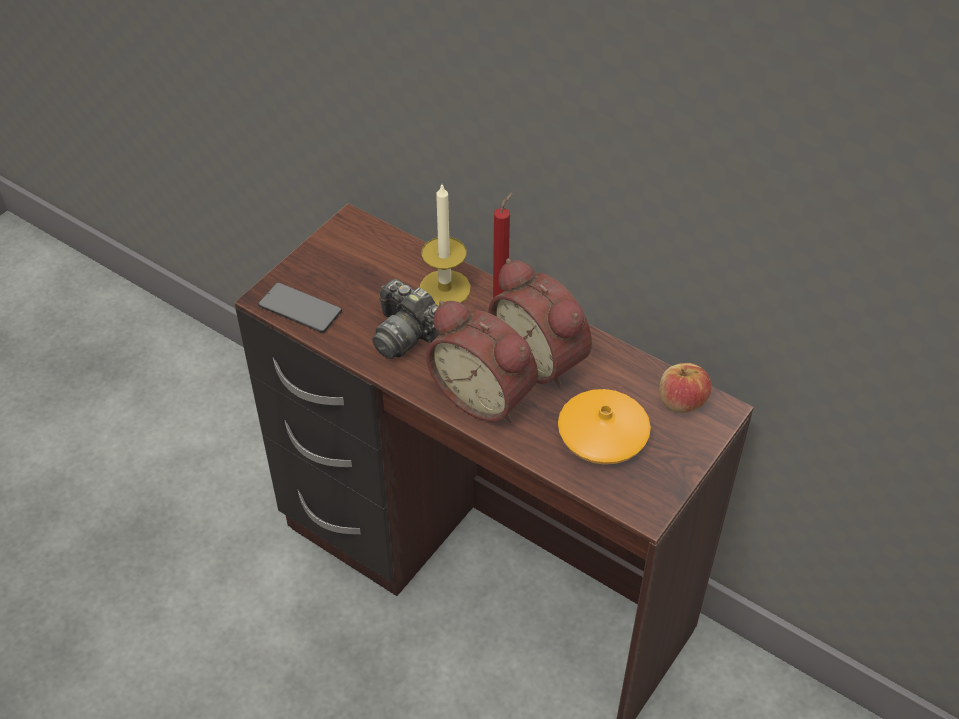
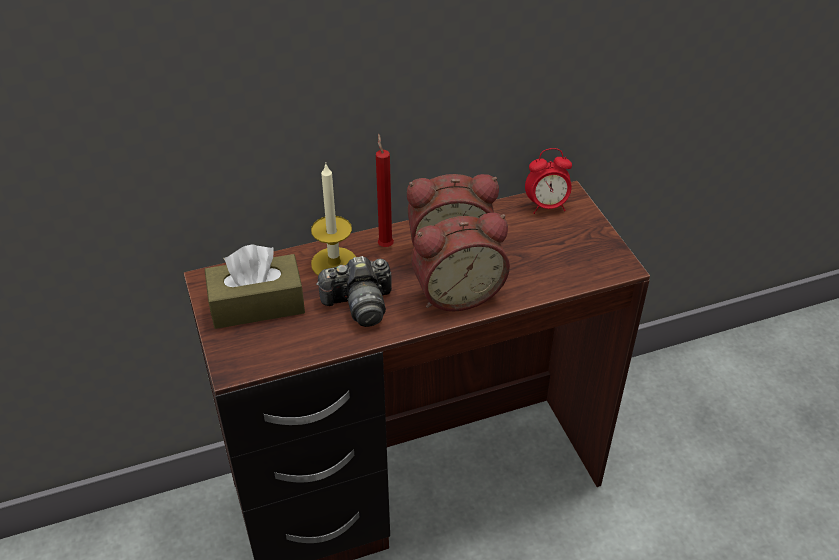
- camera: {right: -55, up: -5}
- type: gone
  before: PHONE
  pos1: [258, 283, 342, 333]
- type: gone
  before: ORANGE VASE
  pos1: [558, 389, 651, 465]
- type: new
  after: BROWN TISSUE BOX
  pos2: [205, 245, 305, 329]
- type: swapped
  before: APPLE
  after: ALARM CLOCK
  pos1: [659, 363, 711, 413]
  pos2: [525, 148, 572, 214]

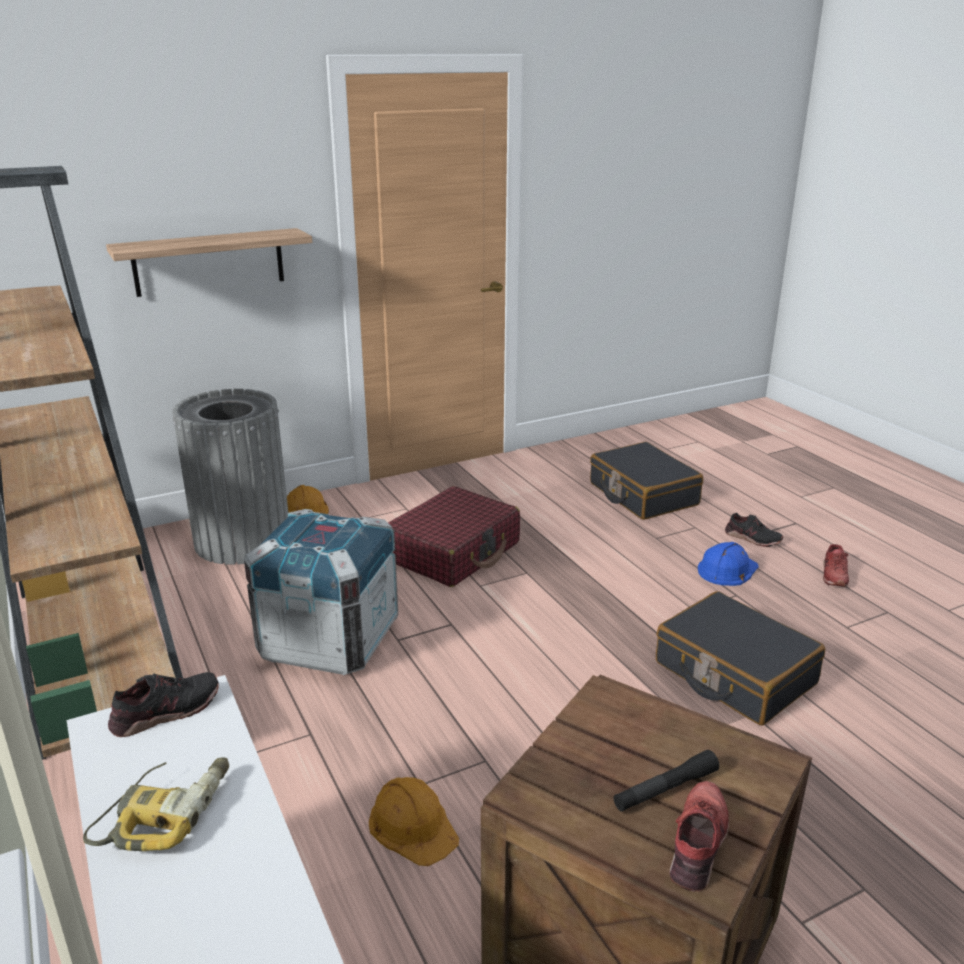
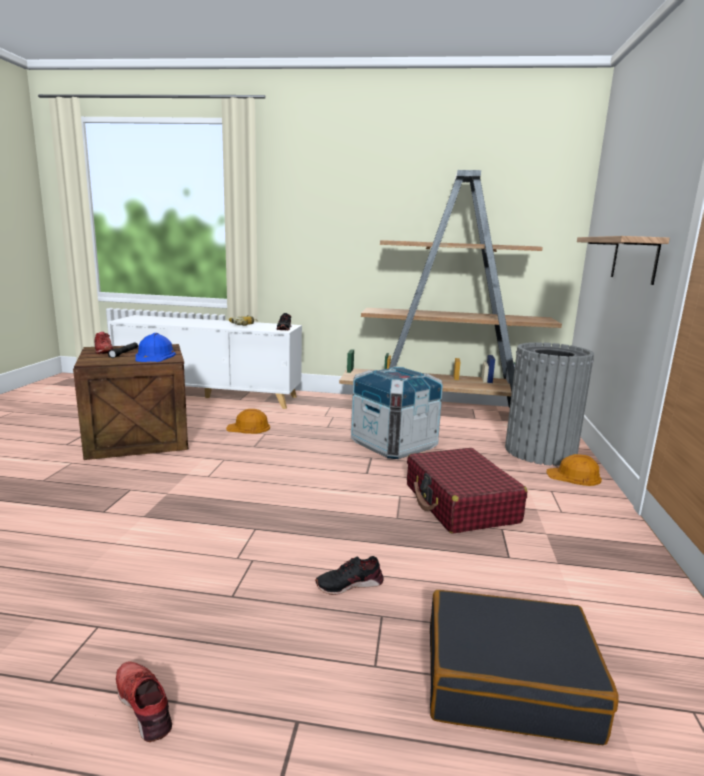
- camera: {right: 125, up: -10}
- type: gone
  before: BLACK SUITCASE
  pos1: [656, 591, 825, 725]
- type: shifted
  before: BLUE HARD HAT
  pos1: [698, 542, 759, 586]
  pos2: [135, 333, 176, 362]
- type: shifted
  before: BLACK SHOE
  pos1: [725, 513, 783, 547]
  pos2: [315, 556, 384, 595]

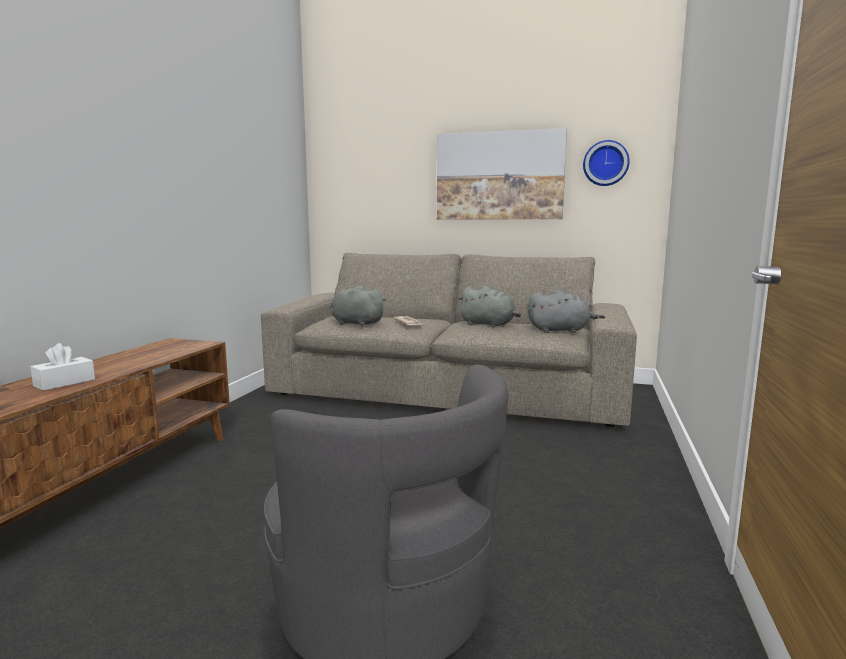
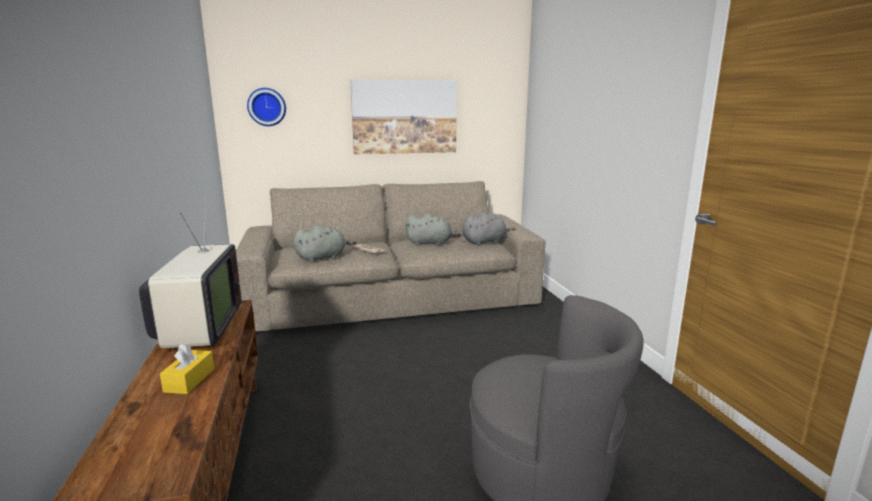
- camera: {right: -30, up: 5}
- type: new
  after: TELEVISION
  pos2: [139, 194, 242, 352]
- type: shifted
  before: WALL CLOCK
  pos1: [583, 140, 630, 186]
  pos2: [247, 88, 286, 126]
- type: repainted
  before: WHITE TISSUE BOX
  after: YELLOW TISSUE BOX
  pos1: [30, 343, 95, 391]
  pos2: [160, 343, 214, 394]
- type: rotated
  before: GREY PLUSH TOY
  pos1: [330, 285, 387, 326]
  pos2: [293, 225, 357, 262]
  turn: 150

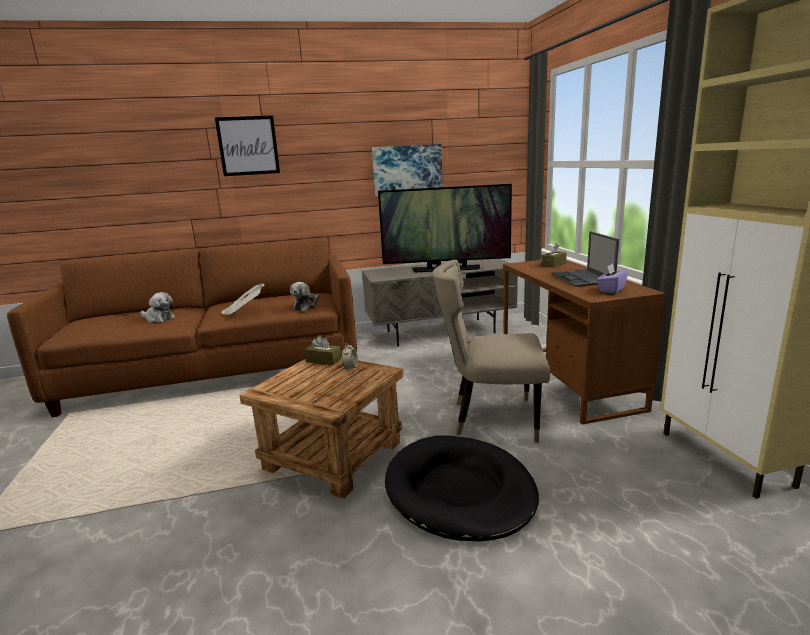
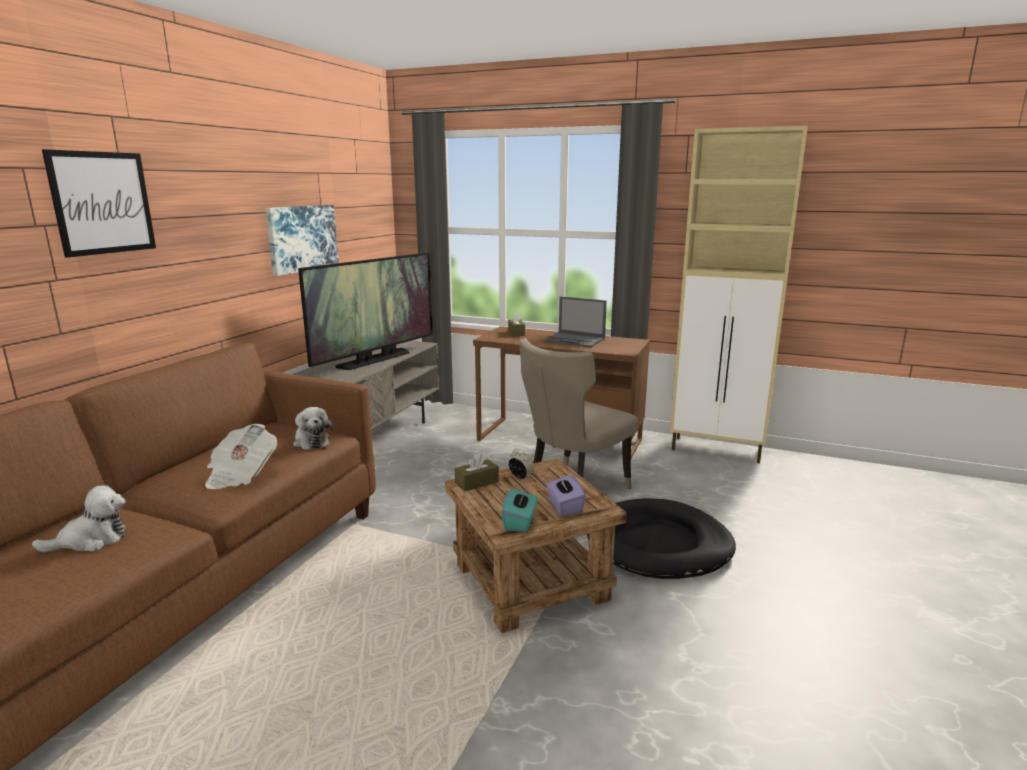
- camera: {right: -55, up: 0}
- type: new
  after: TURQUOISE TISSUE BOX
  pos2: [501, 486, 538, 532]
- type: shifted
  before: PURPLE TISSUE BOX
  pos1: [597, 264, 628, 294]
  pos2: [546, 474, 586, 516]

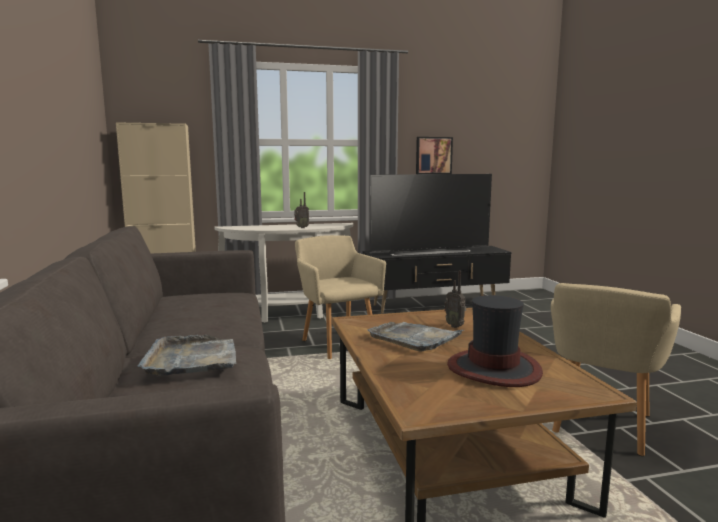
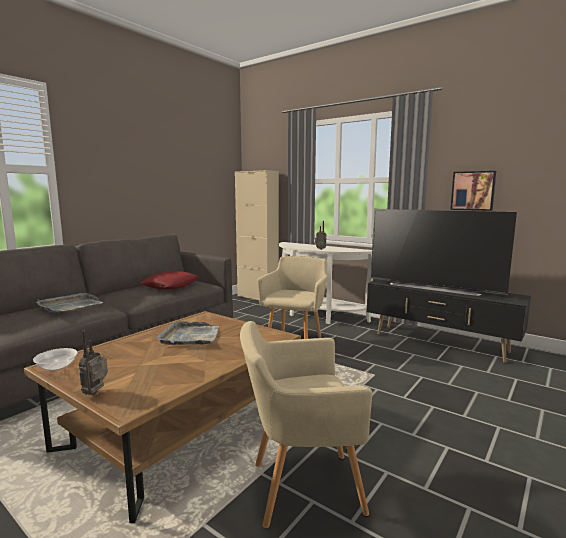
- camera: {right: 50, up: 0}
- type: gone
  before: HAT
  pos1: [447, 295, 543, 387]
- type: new
  after: BOWL
  pos2: [33, 348, 78, 371]
- type: new
  after: RED PILLOW
  pos2: [140, 271, 199, 289]
- type: shifted
  before: RADIO
  pos1: [445, 271, 466, 328]
  pos2: [79, 330, 108, 395]

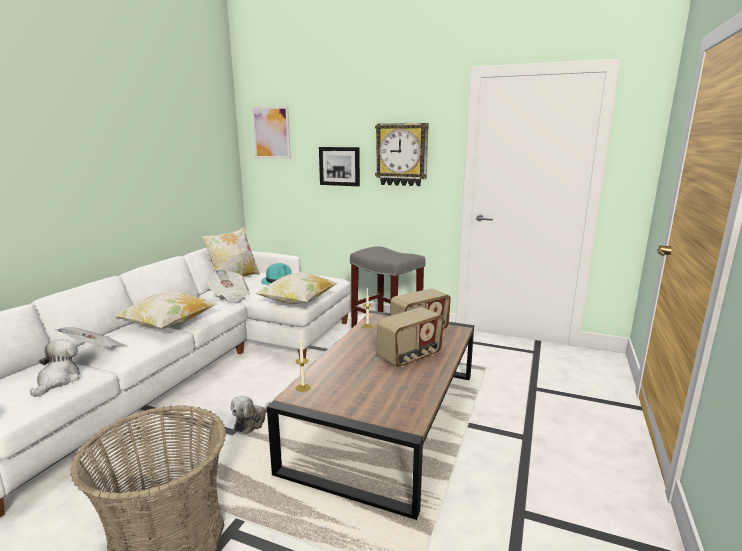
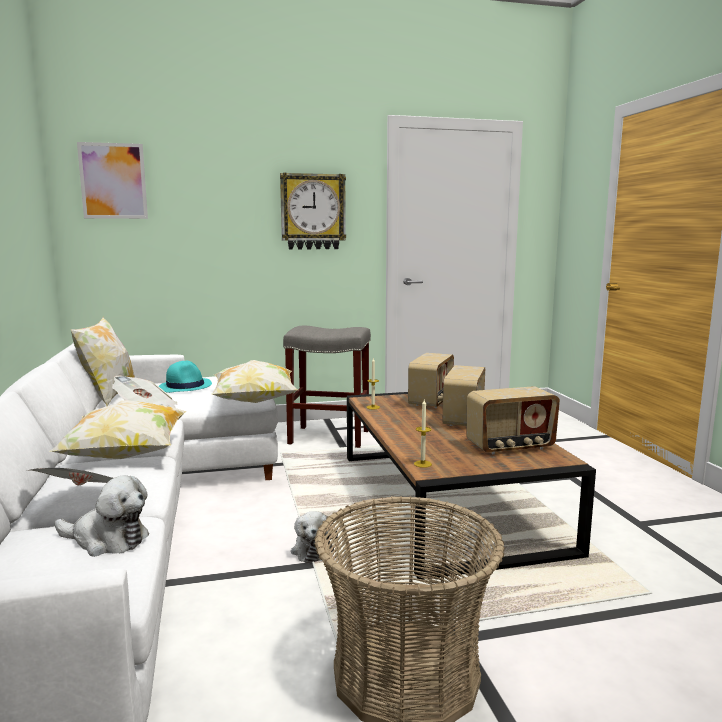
- camera: {right: -35, up: -5}
- type: gone
  before: PICTURE
  pos1: [319, 147, 360, 186]
- type: new
  after: RADIO
  pos2: [467, 386, 560, 455]
- type: rotated
  before: PLUSH TOY
  pos1: [30, 339, 80, 397]
  pos2: [55, 475, 149, 557]
  turn: 135

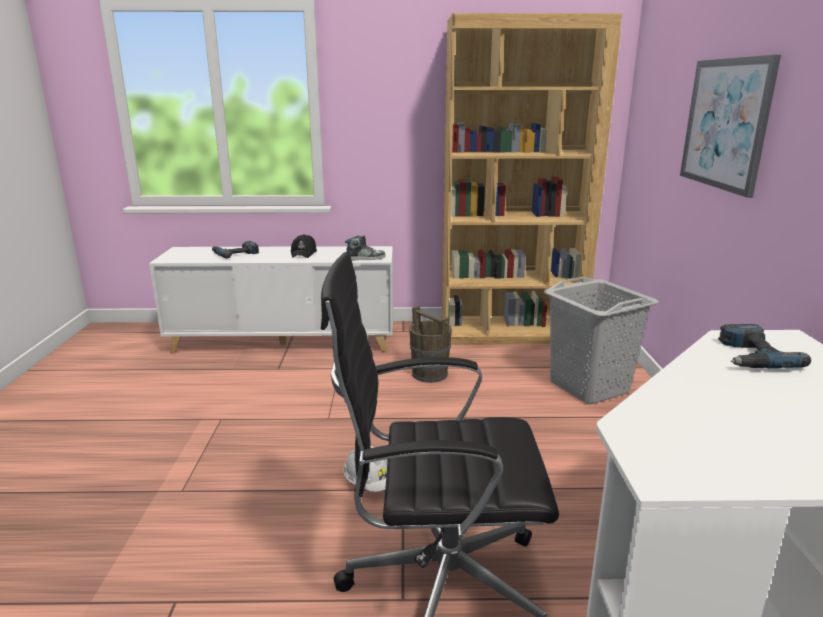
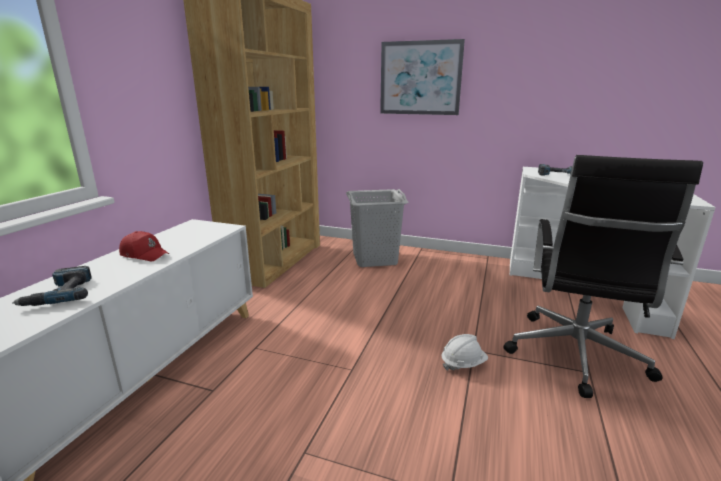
- camera: {right: -70, up: 0}
- type: gone
  before: SHOE
  pos1: [345, 236, 385, 261]
- type: gone
  before: BROWN BUCKET
  pos1: [409, 306, 452, 383]
- type: repainted
  before: BLACK CAP
  after: RED CAP
  pos1: [291, 234, 317, 258]
  pos2: [119, 231, 169, 262]

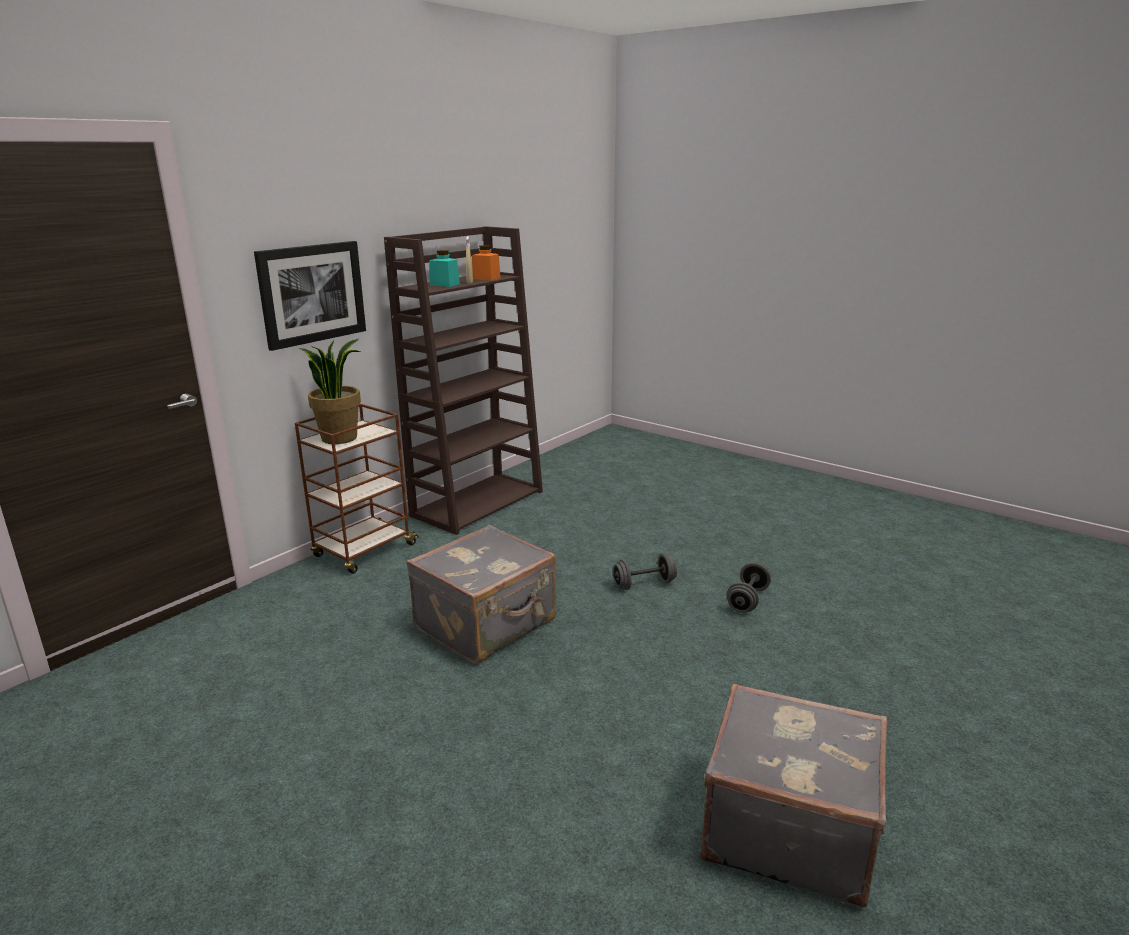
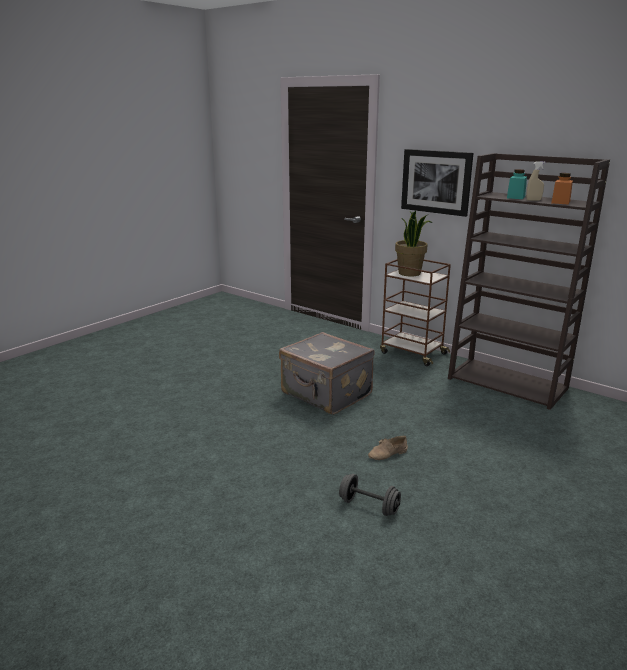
- camera: {right: 90, up: 0}
- type: gone
  before: GREY SUITCASE
  pos1: [700, 683, 887, 907]
- type: swapped
  before: GREY DUMBBELL
  after: BEIGE SHOE
  pos1: [613, 553, 677, 590]
  pos2: [368, 436, 408, 460]

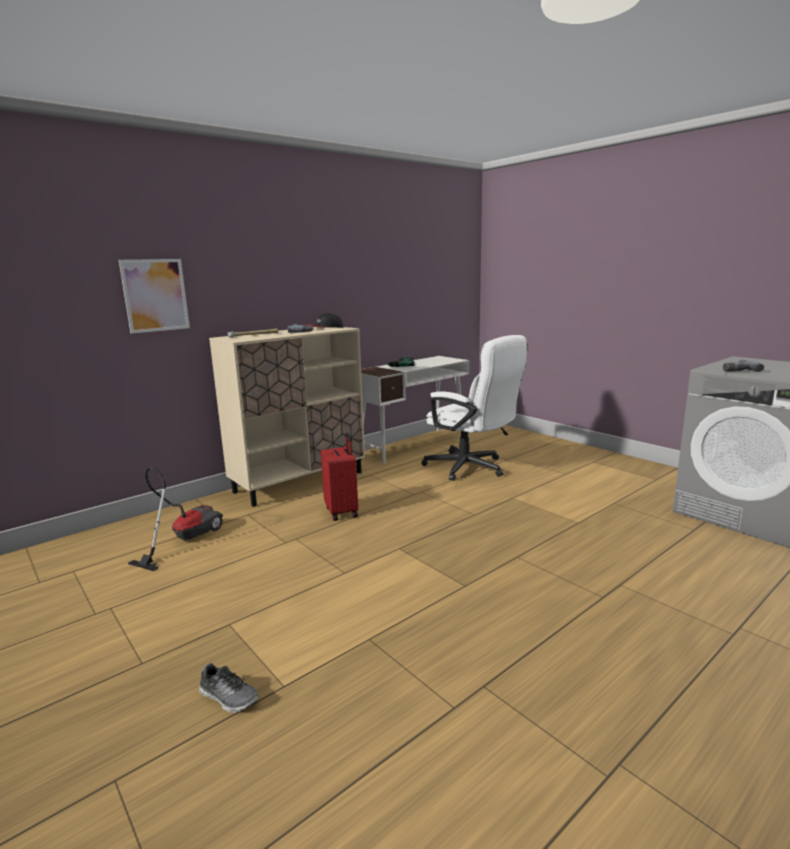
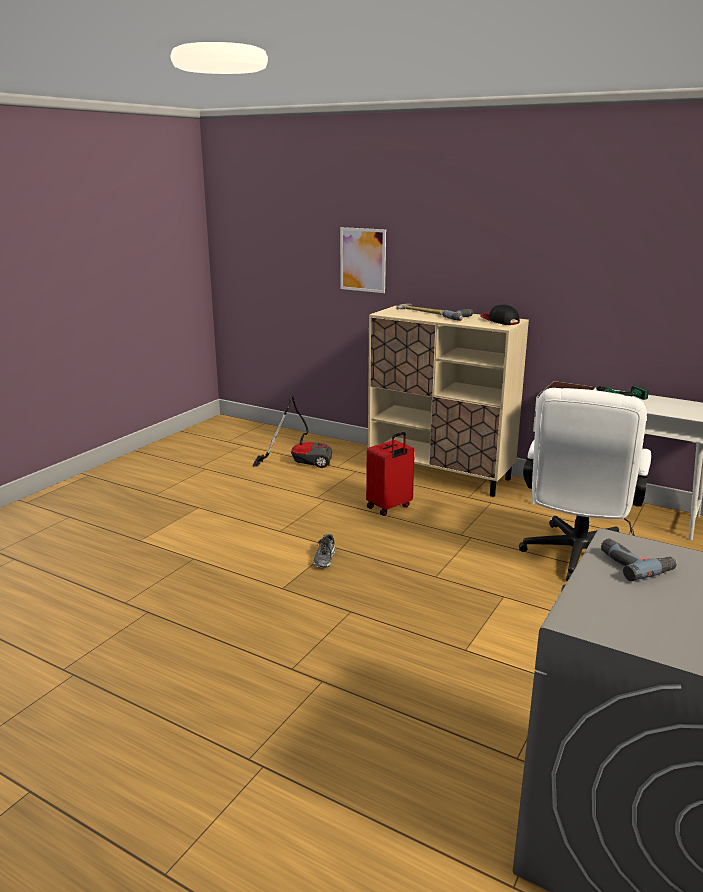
- camera: {right: 70, up: 5}
- type: shifted
  before: SHOE
  pos1: [199, 663, 259, 713]
  pos2: [313, 534, 335, 568]

